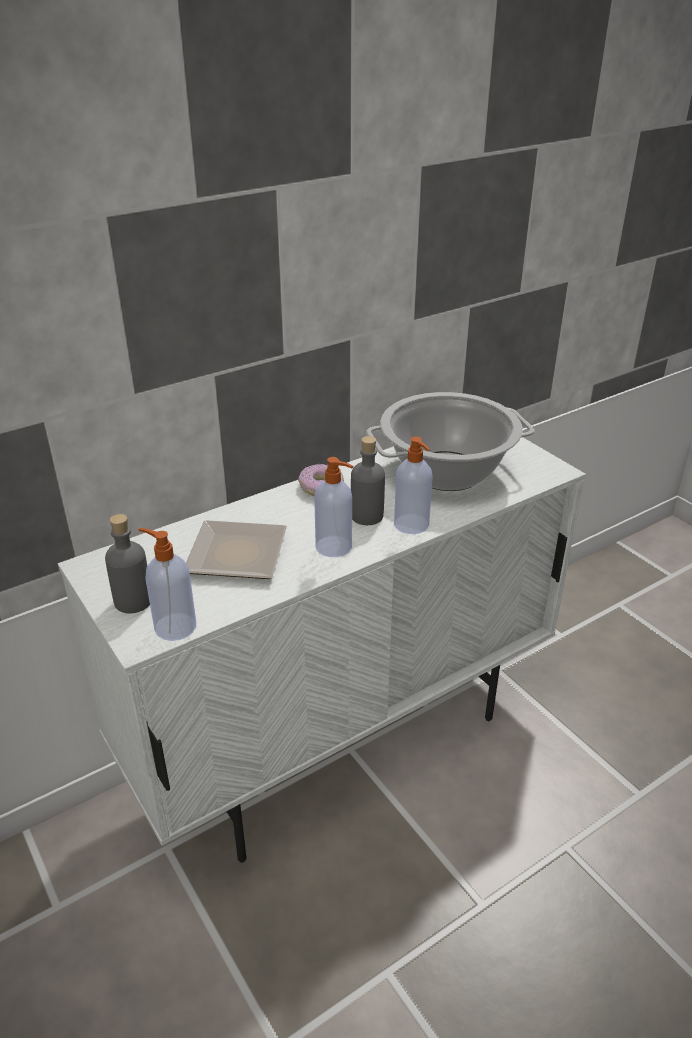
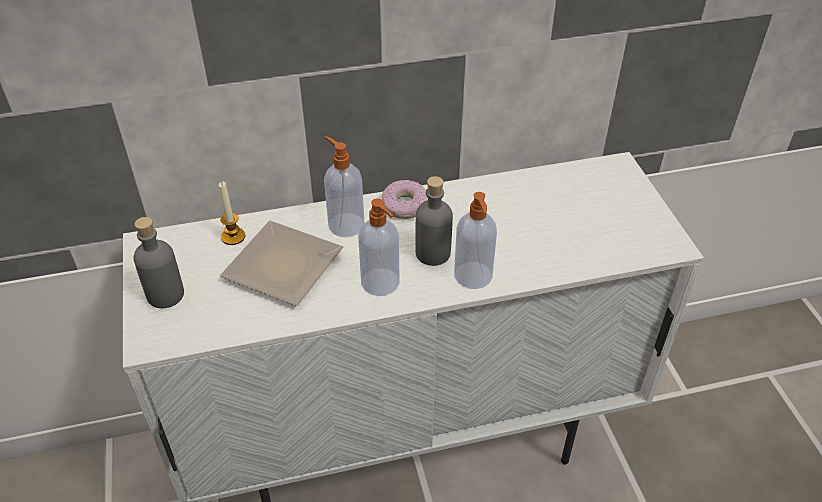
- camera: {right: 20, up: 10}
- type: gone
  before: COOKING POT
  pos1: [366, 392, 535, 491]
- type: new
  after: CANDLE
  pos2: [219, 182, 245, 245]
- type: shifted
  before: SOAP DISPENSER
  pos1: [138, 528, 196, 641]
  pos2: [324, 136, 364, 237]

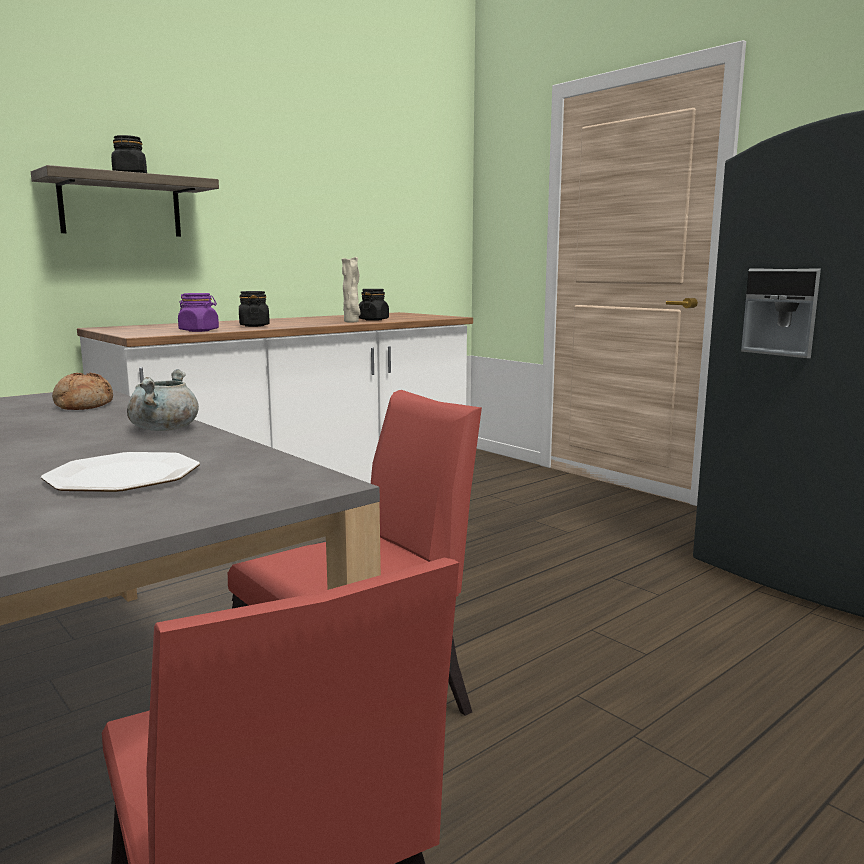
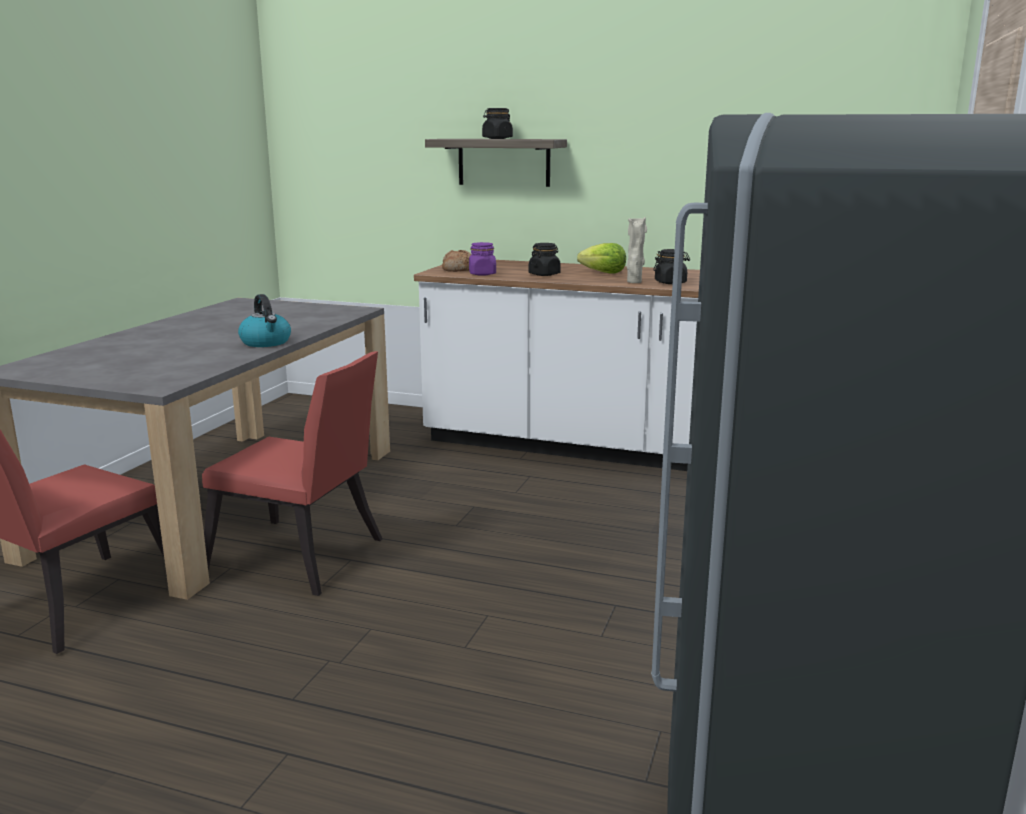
- camera: {right: 60, up: 5}
- type: gone
  before: PLATE
  pos1: [41, 452, 200, 492]
- type: new
  after: LETTUCE
  pos2: [577, 243, 626, 274]
- type: shifted
  before: BREAD
  pos1: [52, 372, 113, 410]
  pos2: [442, 250, 472, 272]
- type: swapped
  before: GREY COOKING POT
  after: KETTLE
  pos1: [127, 369, 199, 431]
  pos2: [238, 294, 291, 347]

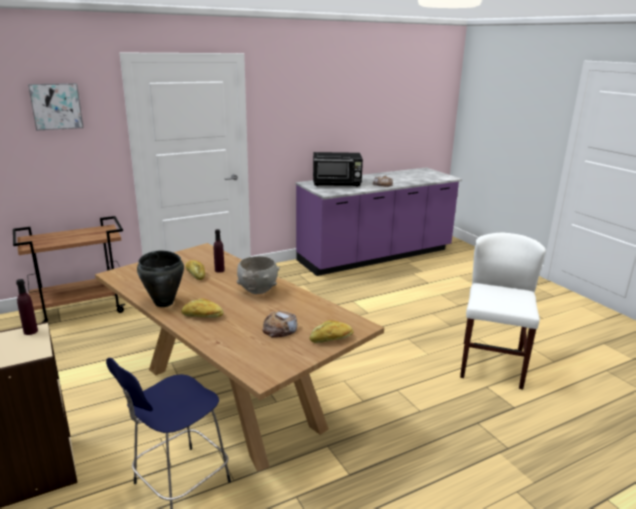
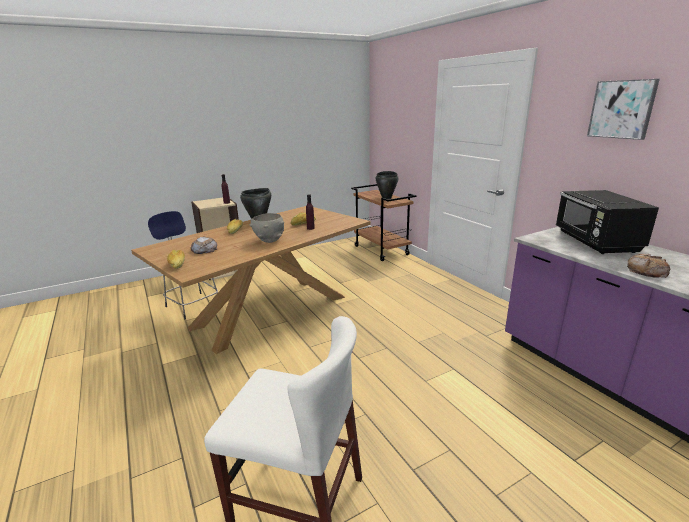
- camera: {right: 90, up: 0}
- type: new
  after: BLACK COOKING POT
  pos2: [376, 171, 399, 199]
- type: shifted
  before: PICTURE
  pos1: [28, 83, 84, 131]
  pos2: [587, 79, 660, 140]

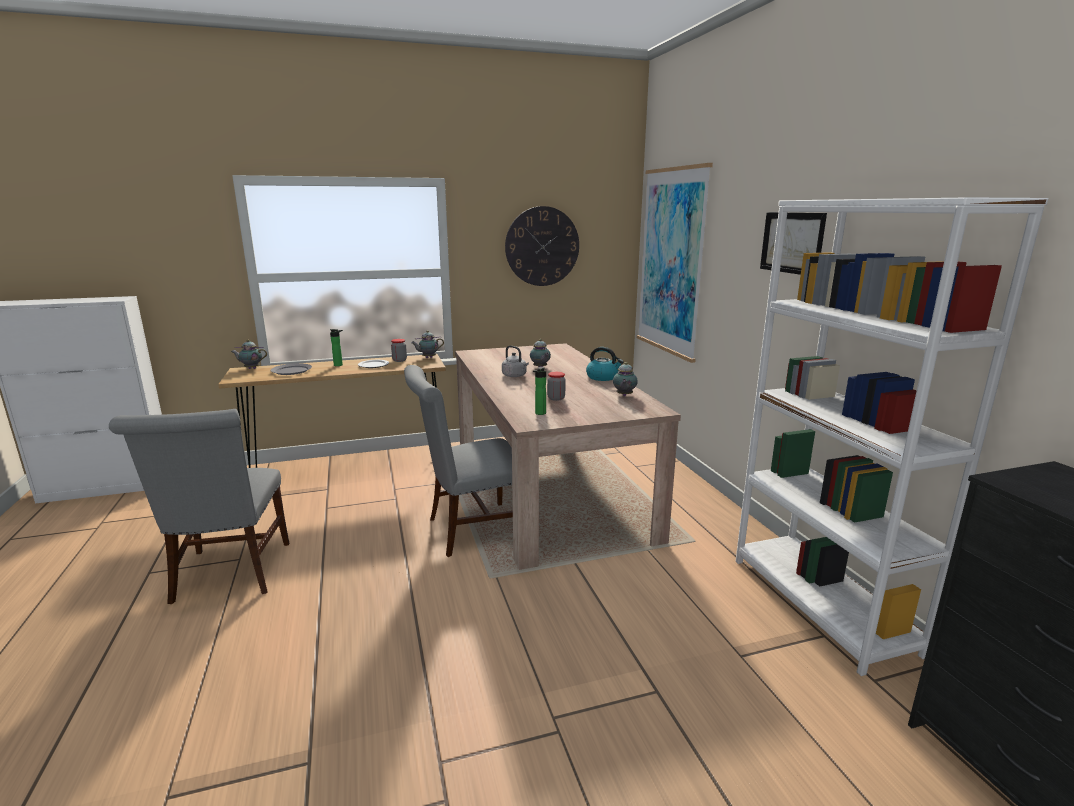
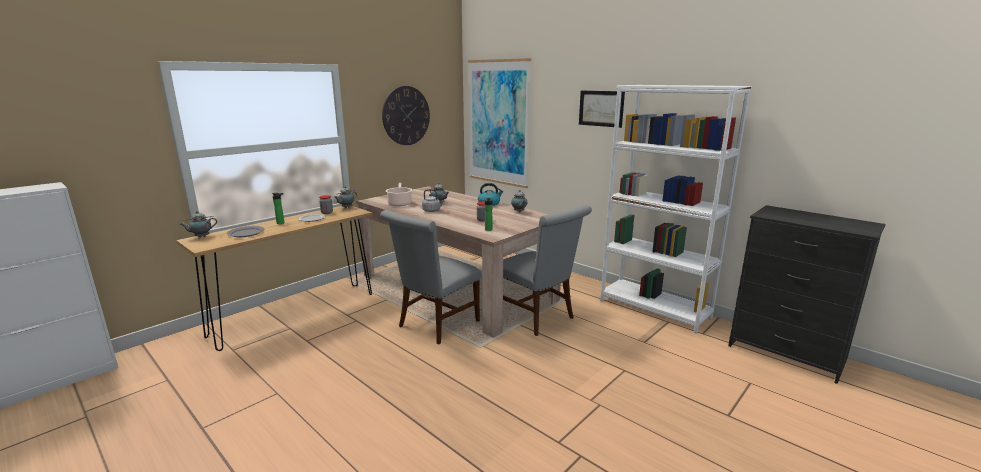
- camera: {right: -30, up: 0}
- type: new
  after: COOKING POT
  pos2: [386, 183, 412, 206]
- type: shifted
  before: GREY CHAIR
  pos1: [109, 409, 289, 604]
  pos2: [503, 205, 592, 336]

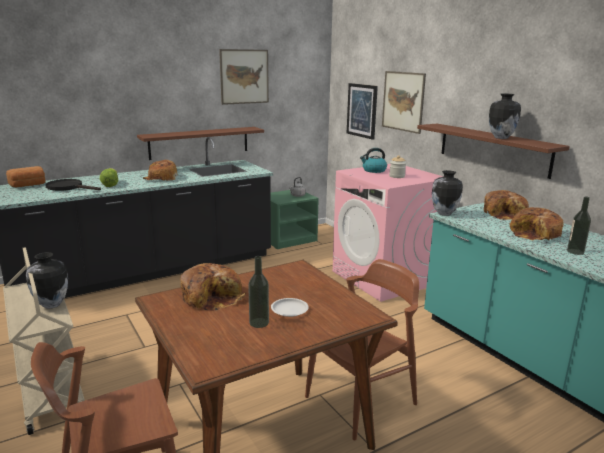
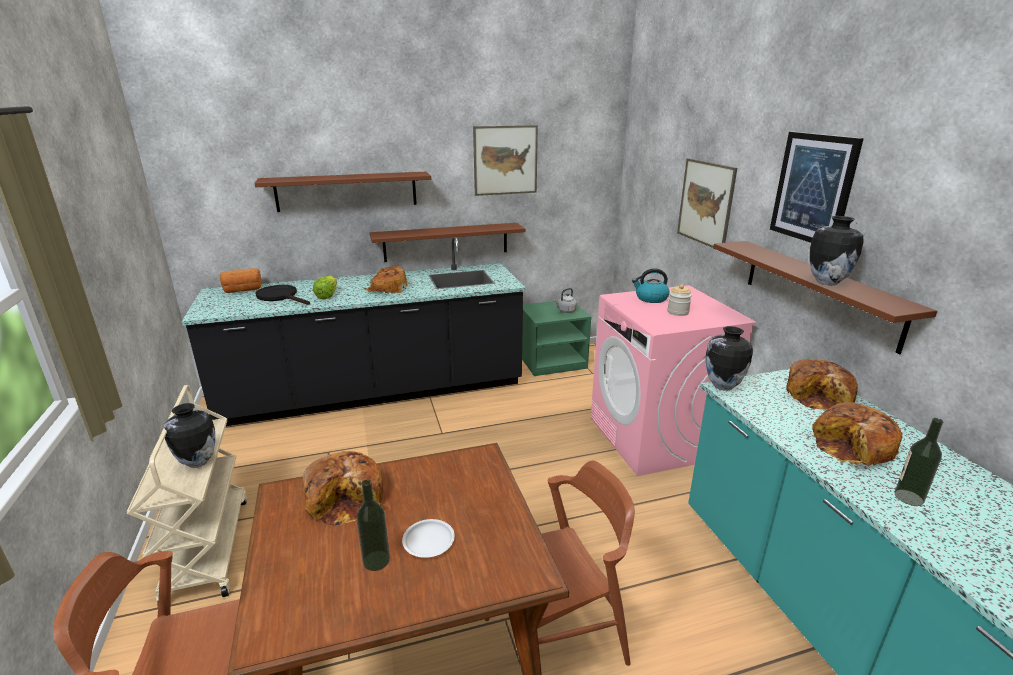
- camera: {right: 15, up: 5}
- type: new
  after: BROWN SHELF
  pos2: [254, 172, 431, 212]
- type: shifted
  before: PICTURE
  pos1: [347, 83, 378, 140]
  pos2: [770, 132, 864, 243]

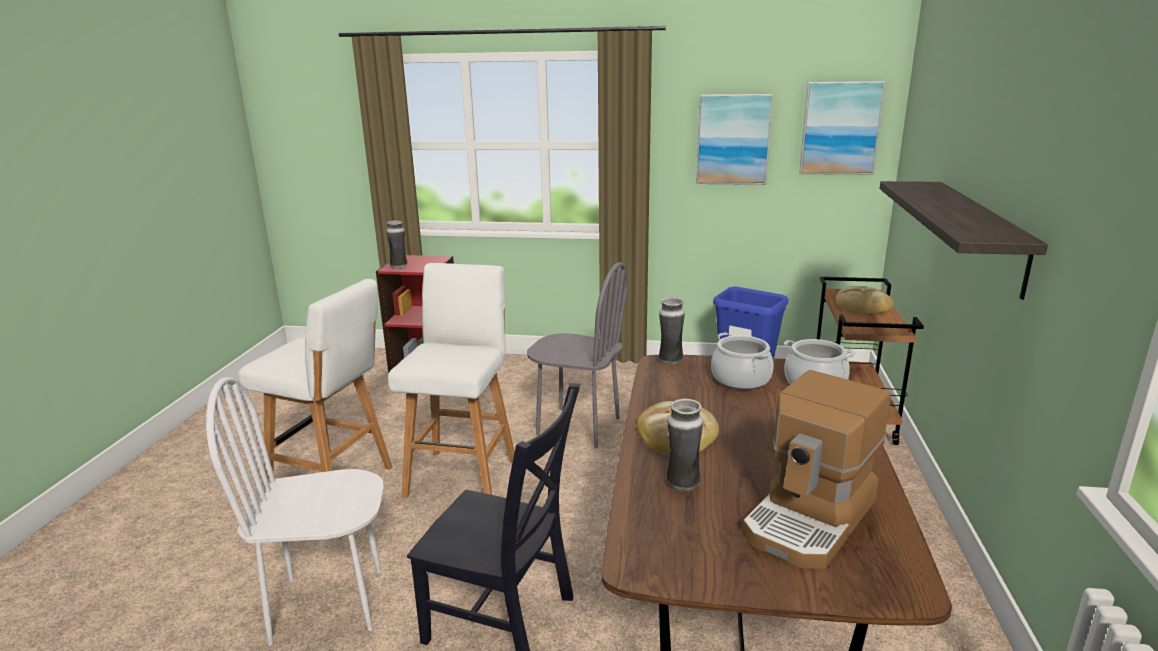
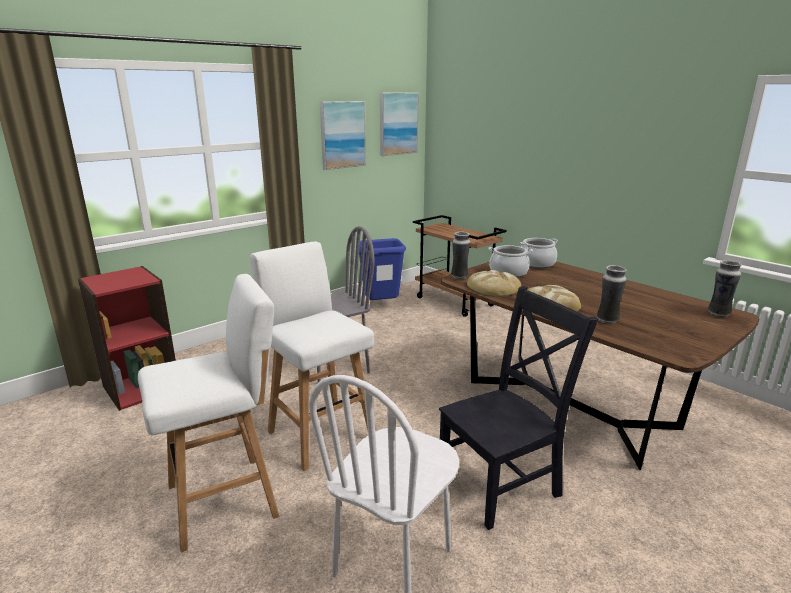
- camera: {right: -50, up: 0}
- type: gone
  before: COFFEE MACHINE
  pos1: [742, 370, 891, 569]
- type: gone
  before: SHELF
  pos1: [879, 181, 1048, 300]
- type: shifted
  before: VASE
  pos1: [386, 221, 407, 269]
  pos2: [708, 260, 742, 318]
- type: shifted
  before: BREAD
  pos1: [836, 286, 893, 313]
  pos2: [467, 270, 521, 296]

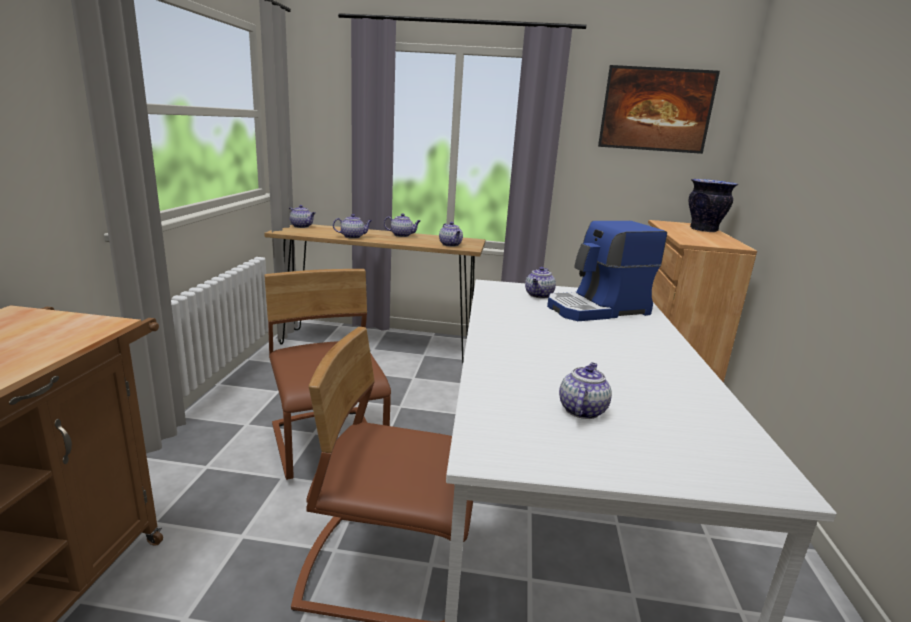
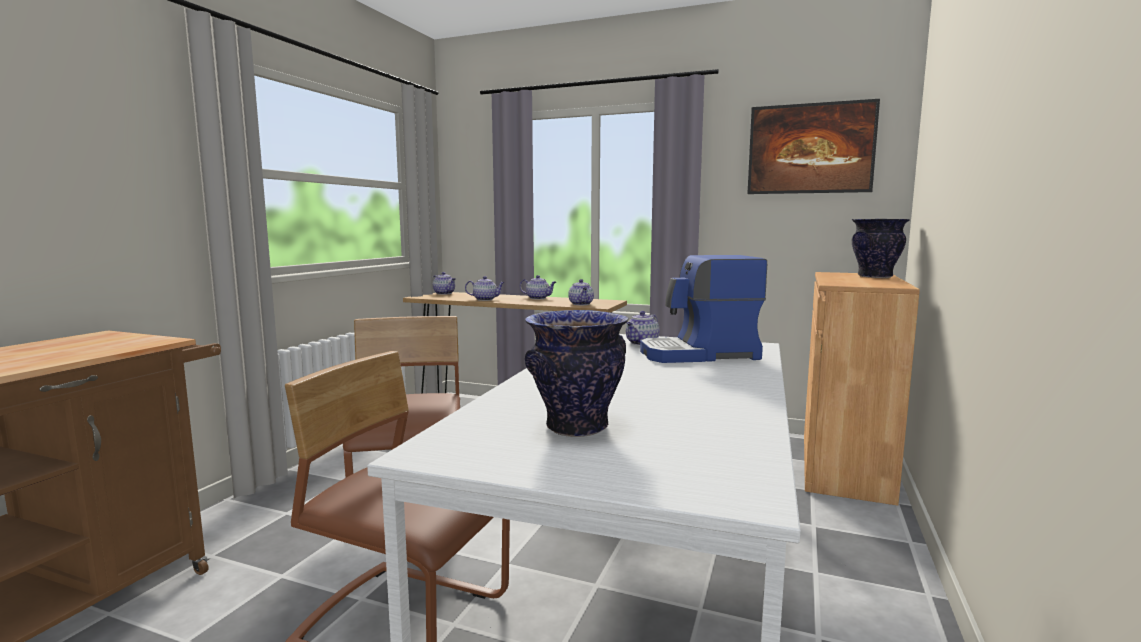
- camera: {right: 15, up: -10}
- type: swapped
  before: TEAPOT
  after: VASE
  pos1: [559, 362, 612, 419]
  pos2: [525, 310, 628, 437]

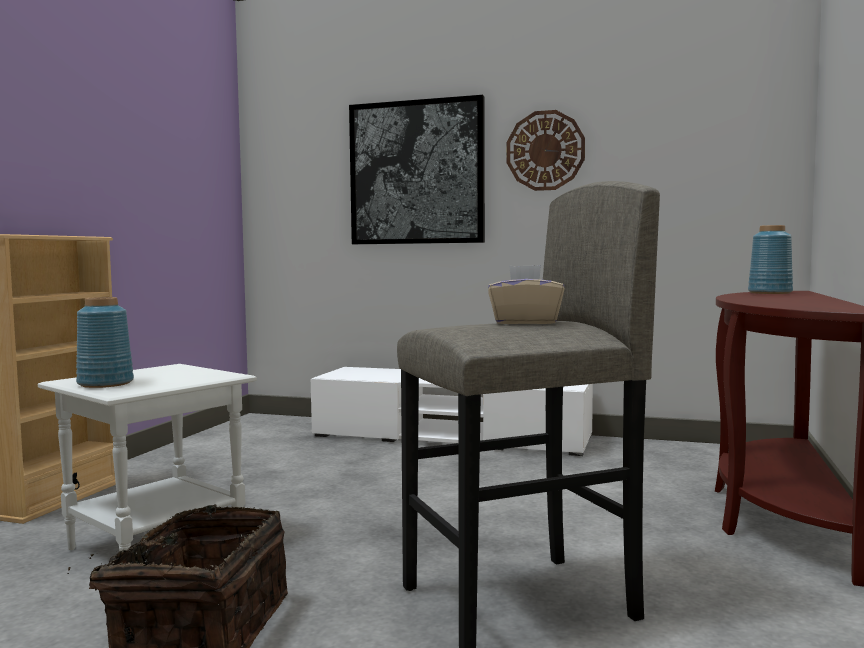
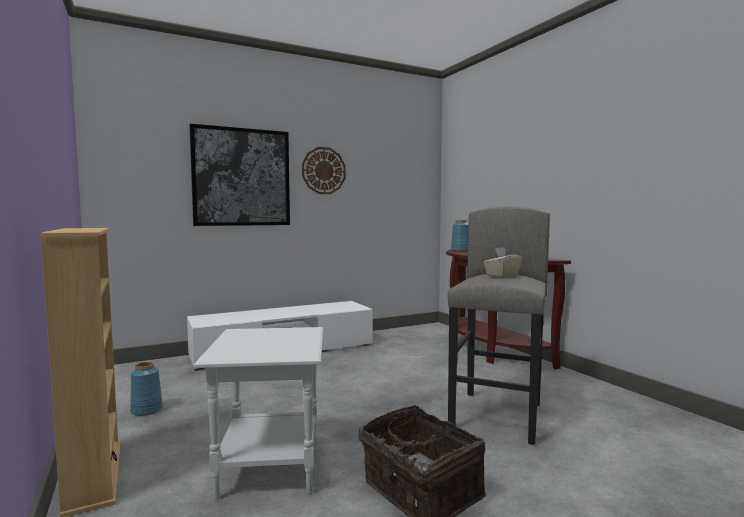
- camera: {right: -45, up: 0}
- type: shifted
  before: BLUE VASE
  pos1: [76, 297, 134, 388]
  pos2: [130, 362, 163, 416]

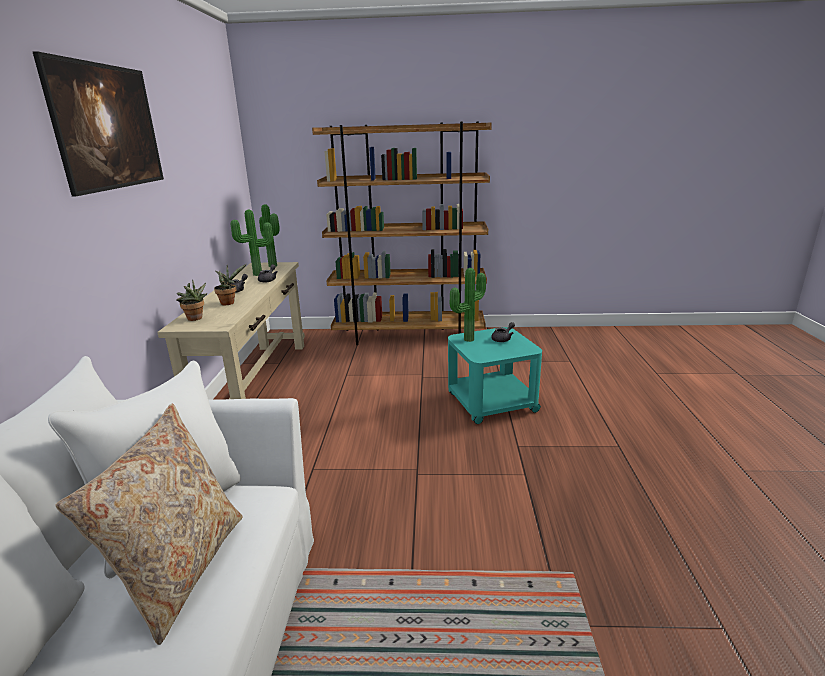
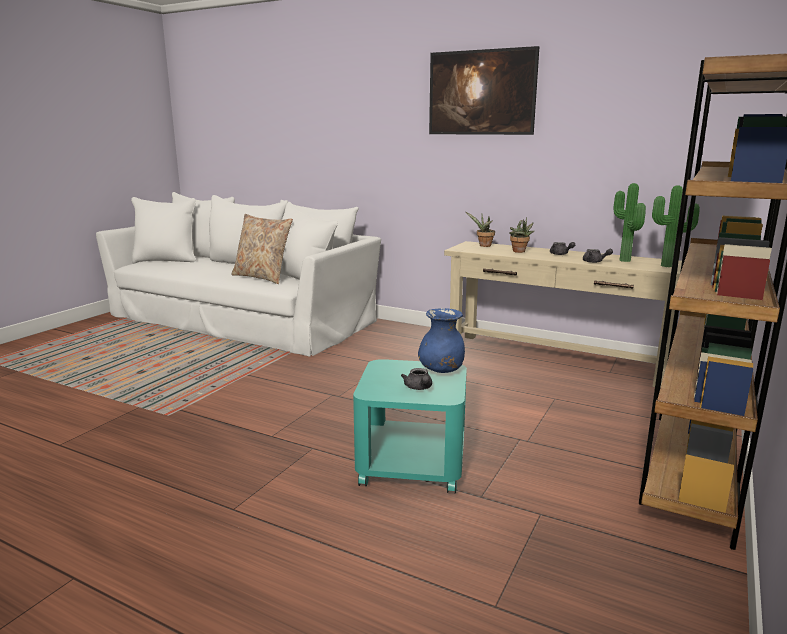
- camera: {right: 115, up: -5}
- type: swapped
  before: POTTED PLANT
  after: BLUE VASE
  pos1: [450, 268, 486, 342]
  pos2: [418, 308, 465, 373]

